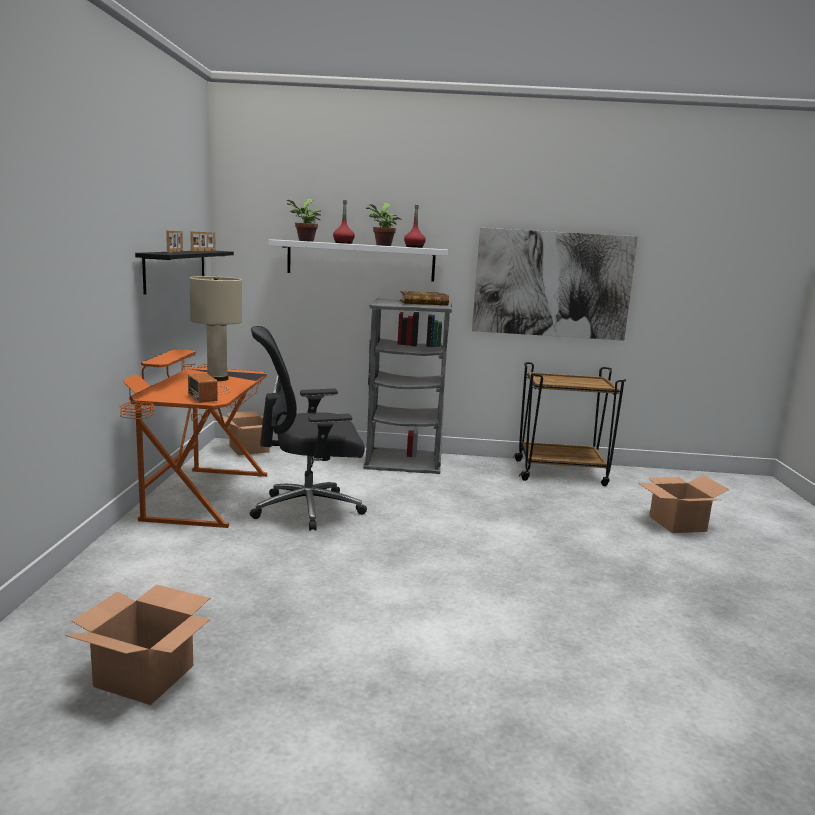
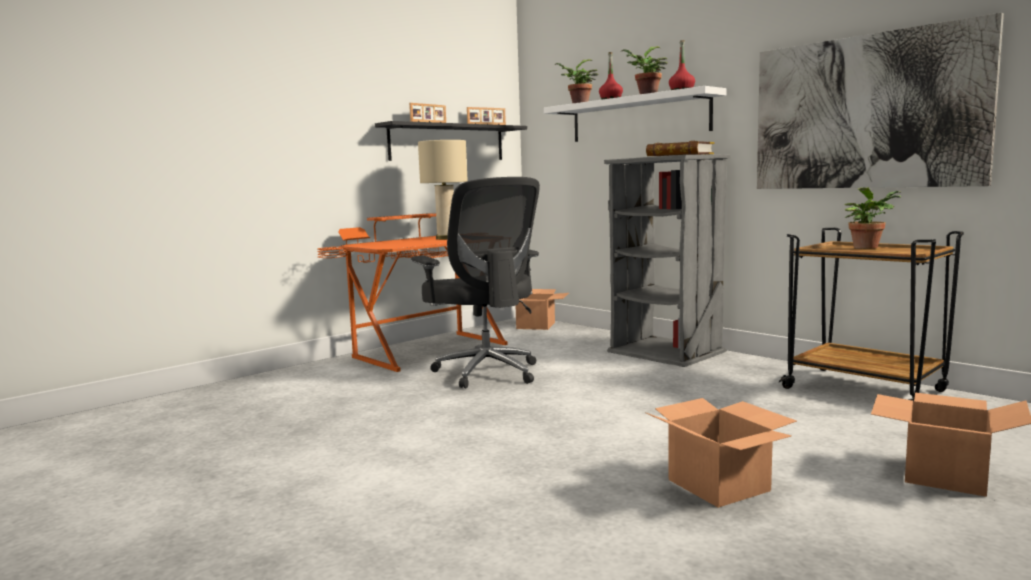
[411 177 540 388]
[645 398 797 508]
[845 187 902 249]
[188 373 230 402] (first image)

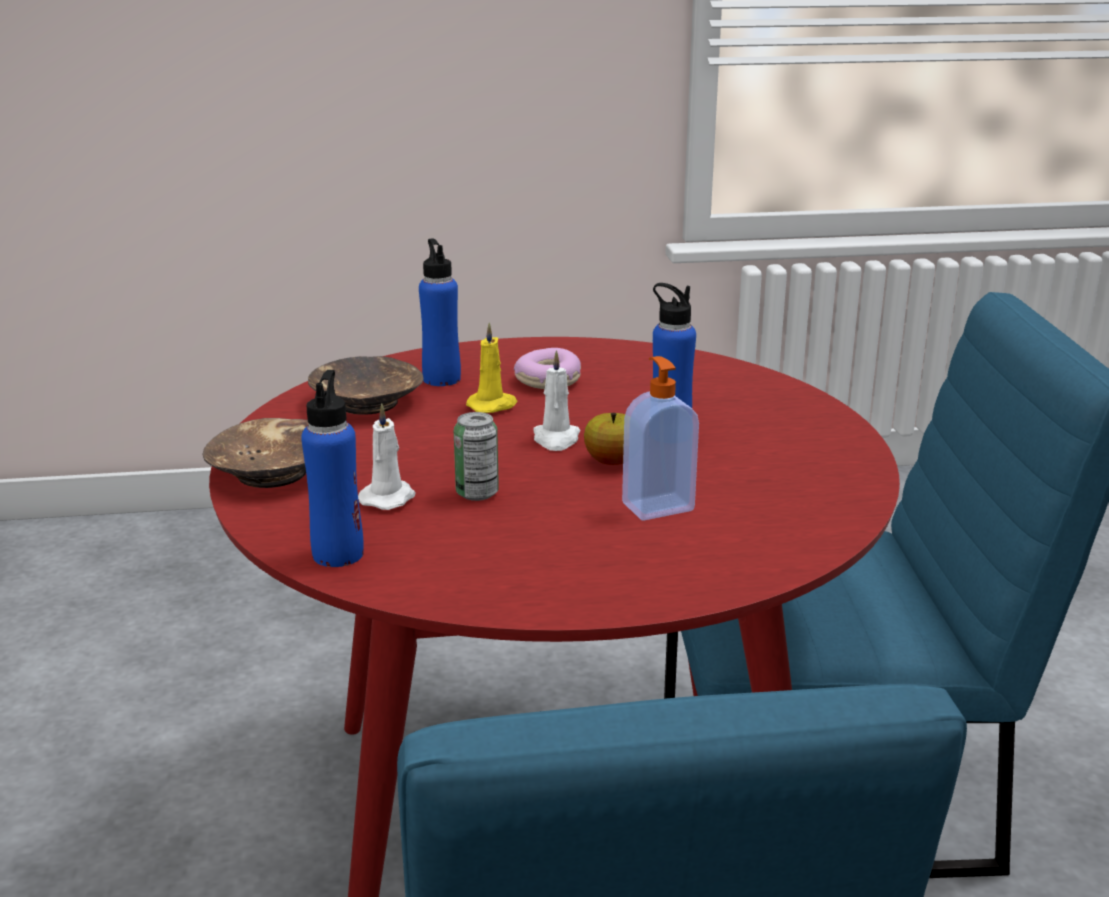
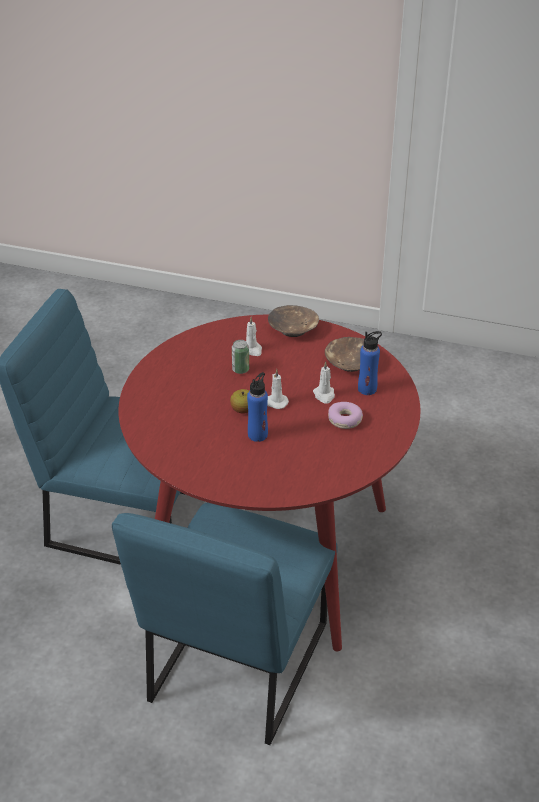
[313 361 335 404]
[301 370 364 567] (first image)
[622 356 699 521] (first image)

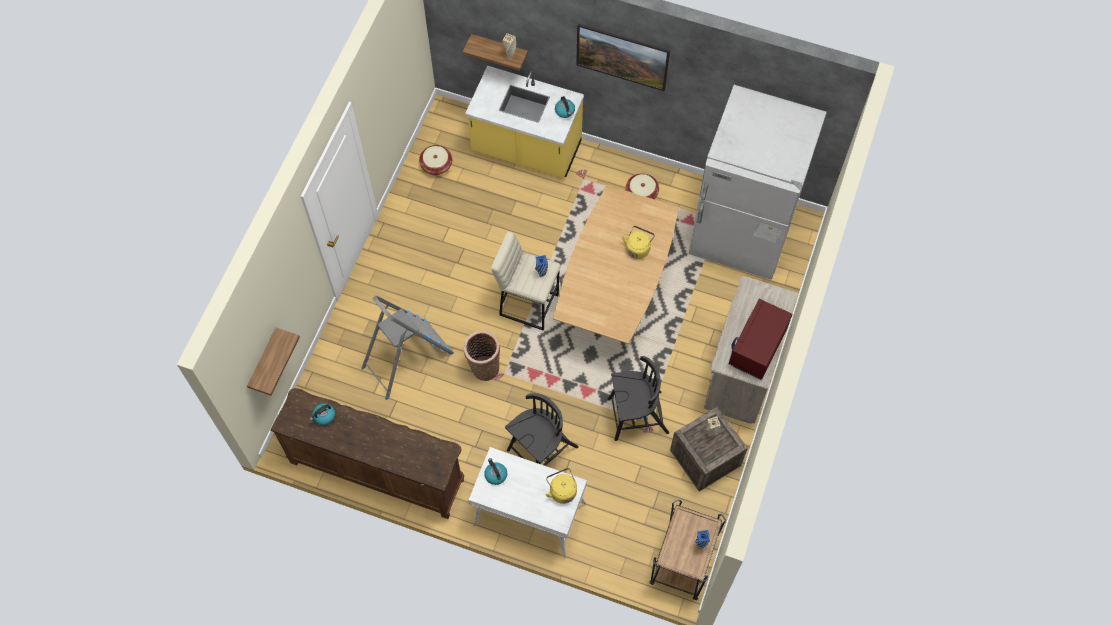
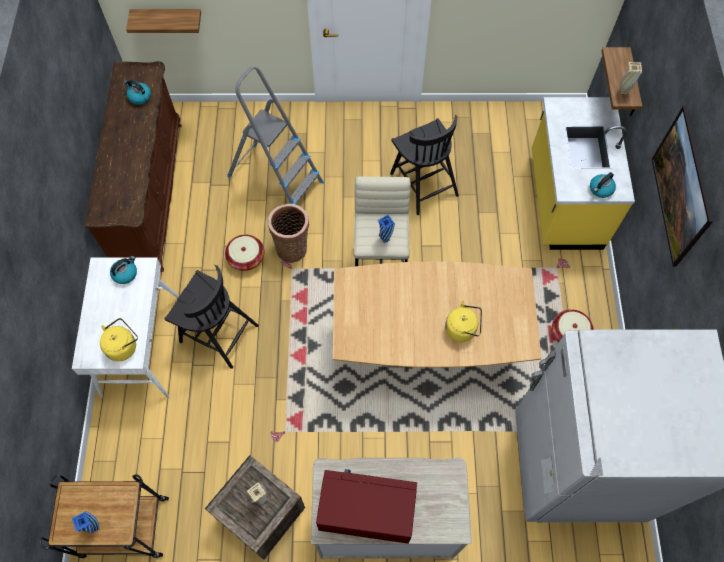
[225 235 264 271]
[390 114 459 215]

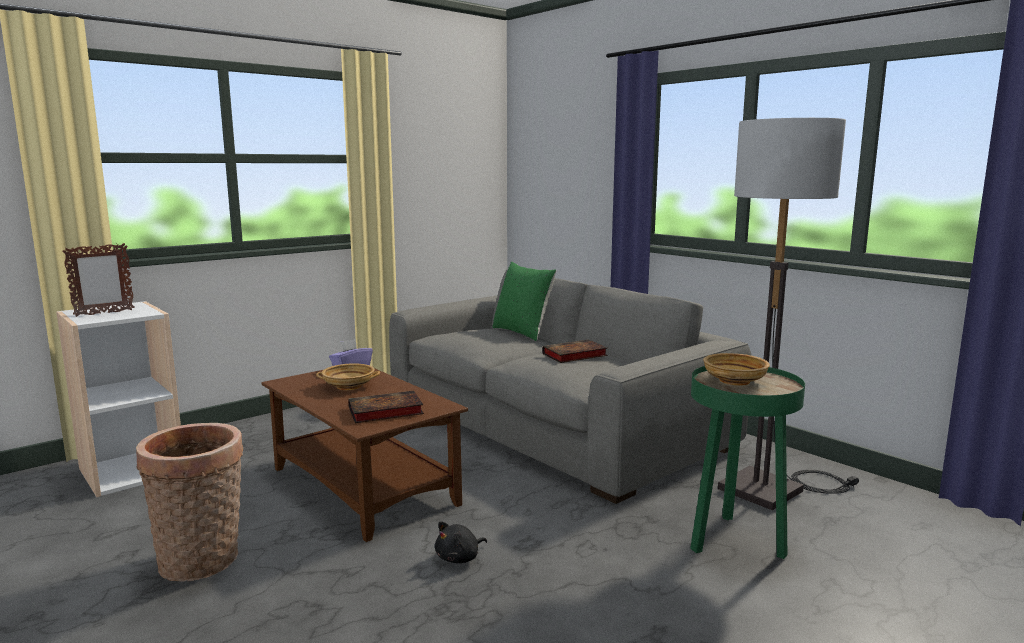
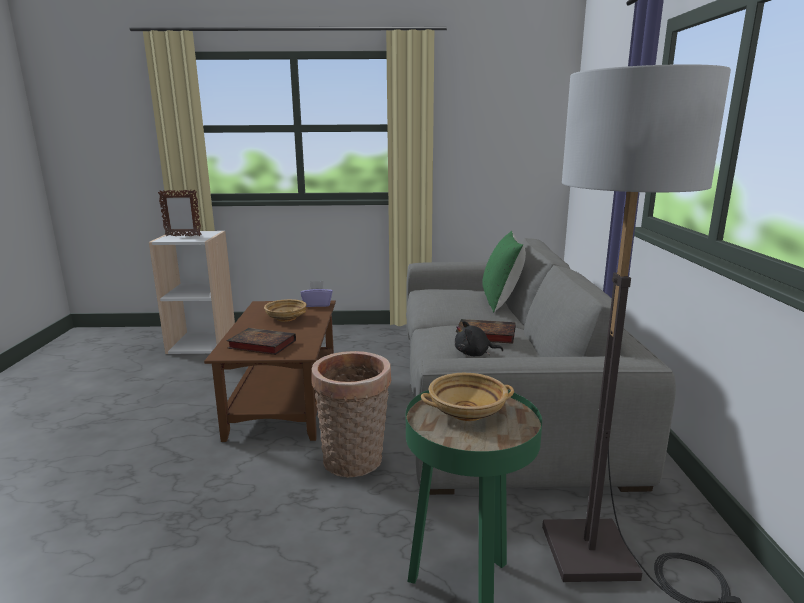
[311 351 391 477]
[455 321 503 356]

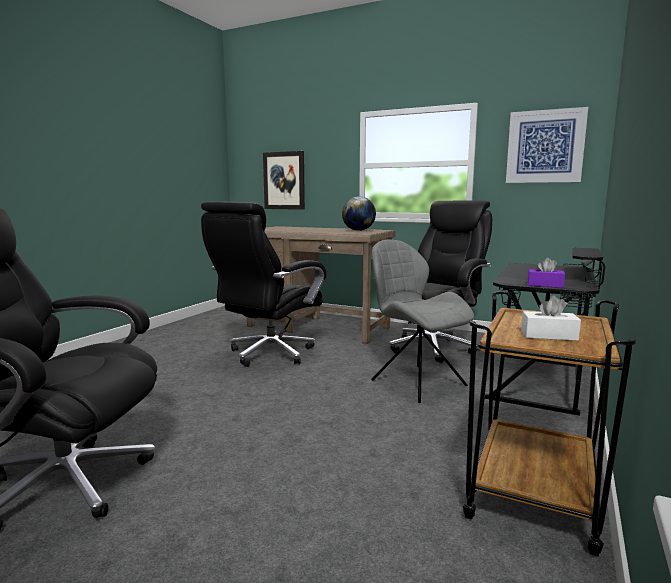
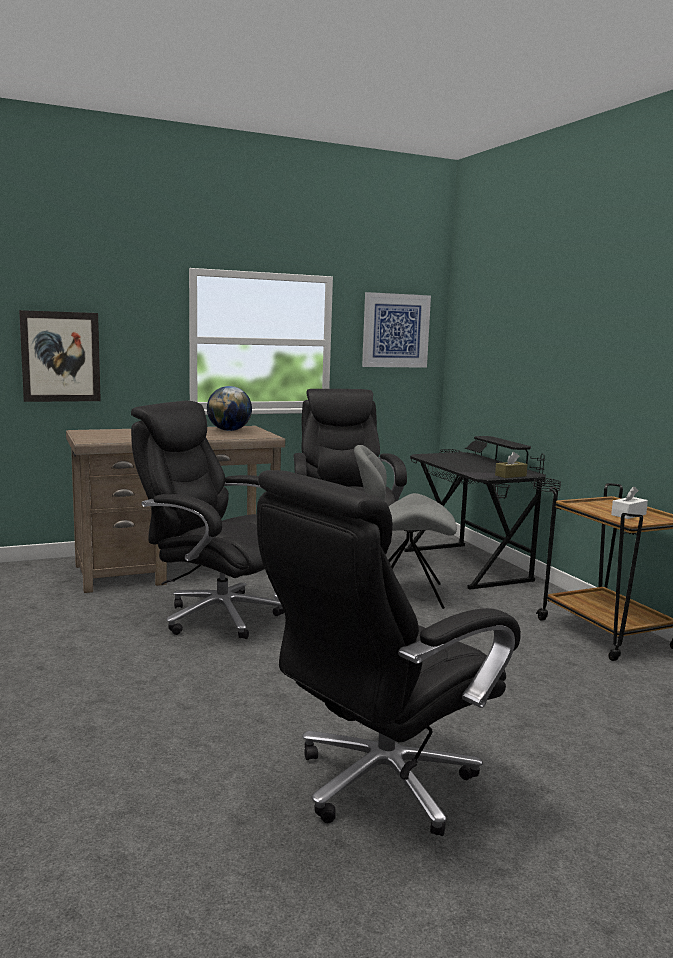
[131 400 284 639]
[495 452 528 478]

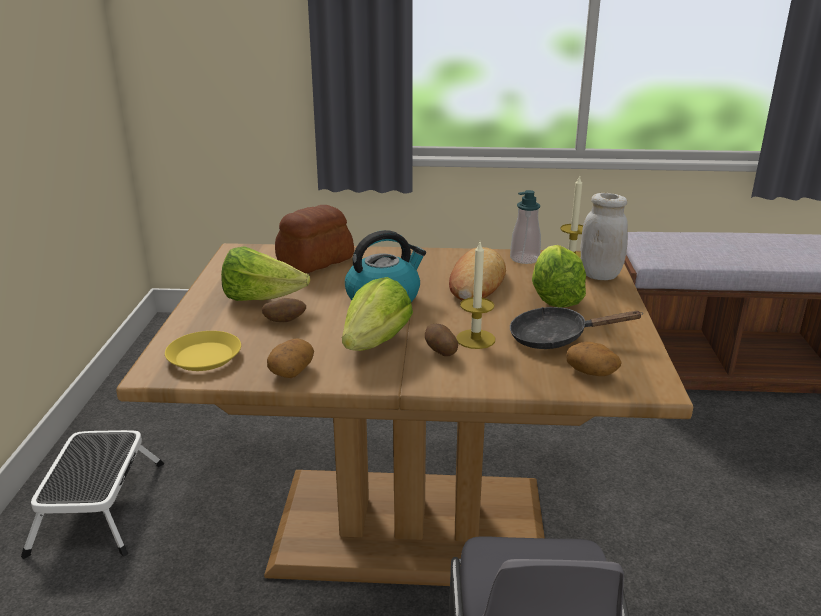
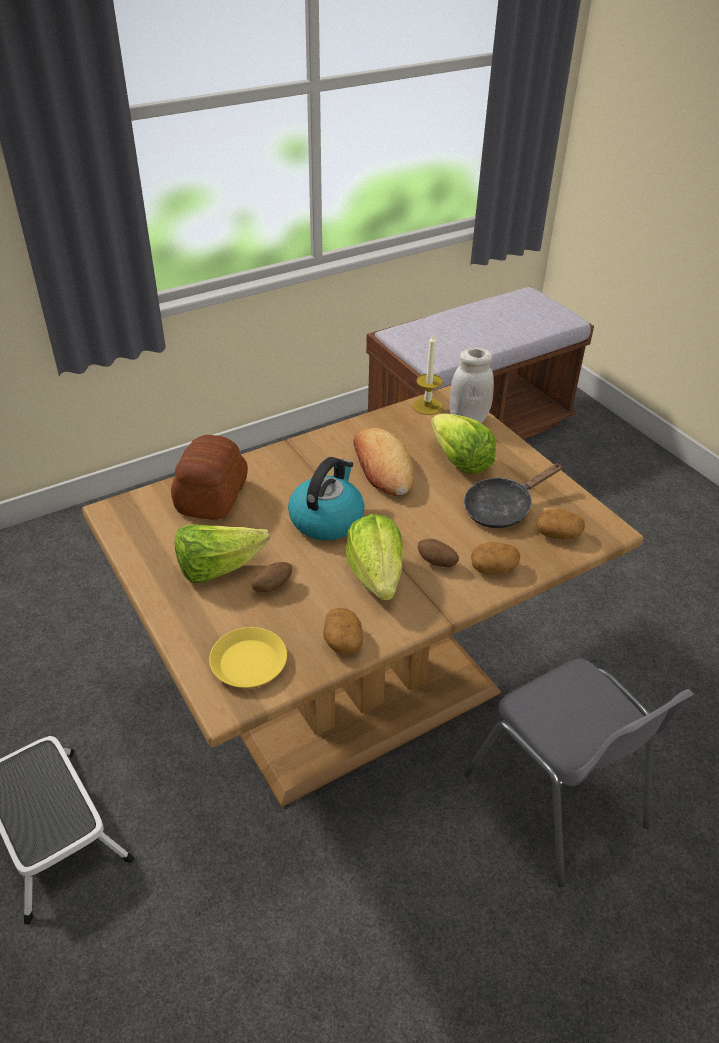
[471 542 520 574]
[456 242 495 349] (first image)
[510 190 541 264] (first image)

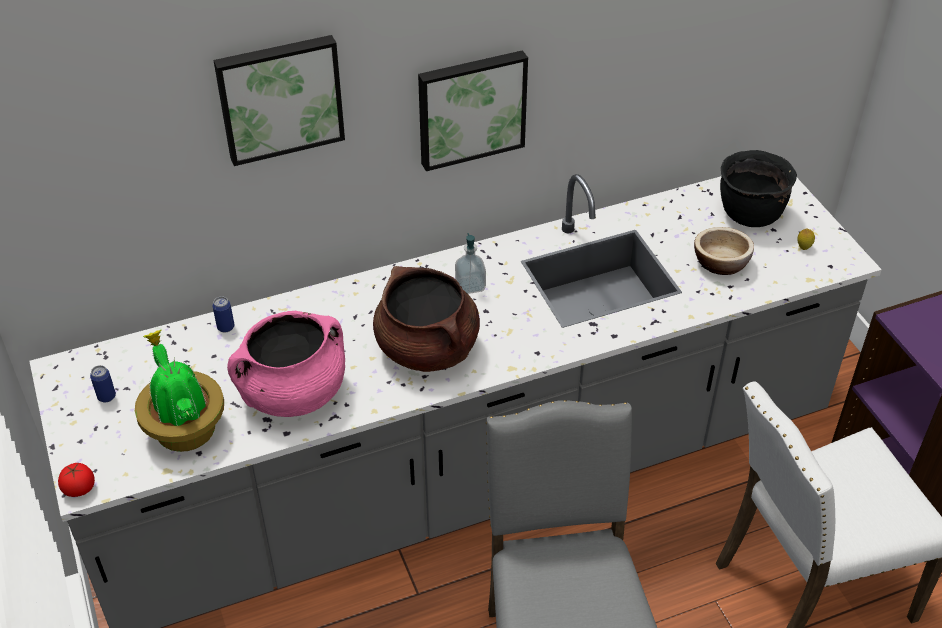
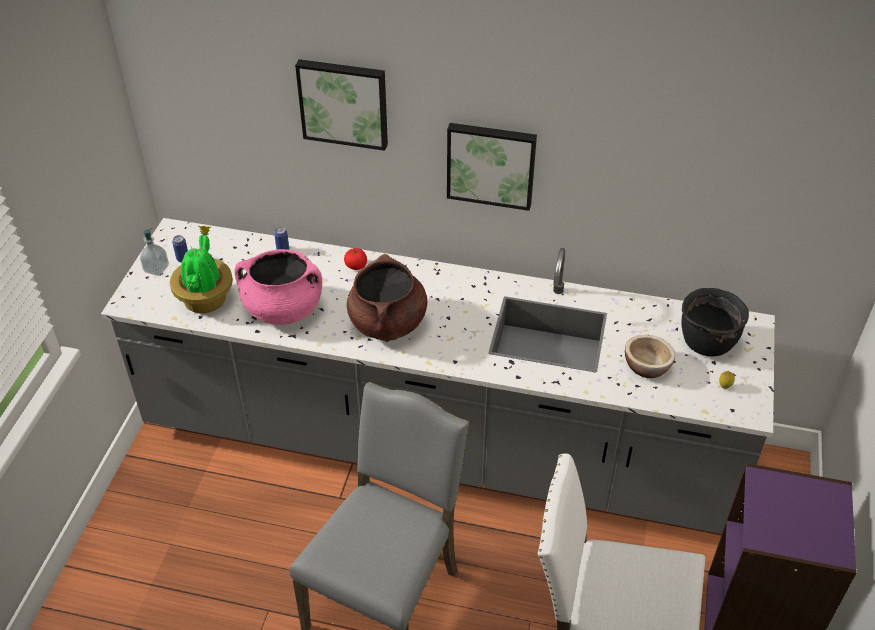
[140 228 169 276]
[344 248 367 270]

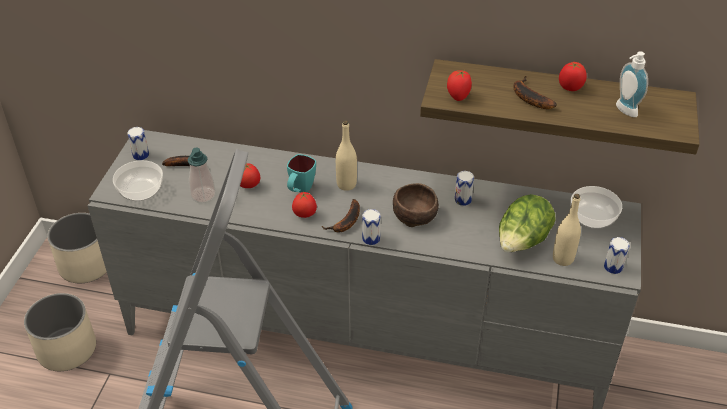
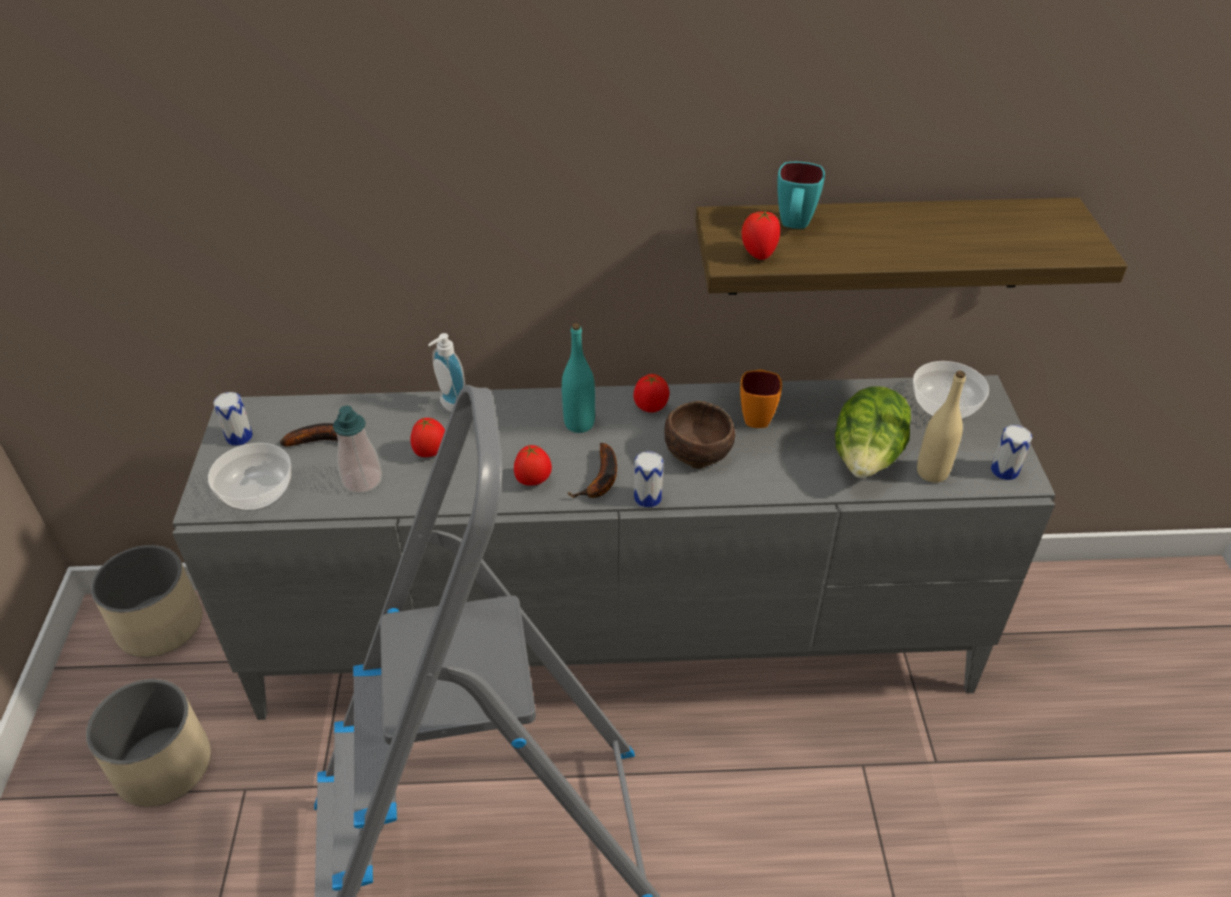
[428 333 465 412]
[562 323 595 433]
[633 374 670 413]
[740 369 782 428]
[777 162 825 229]
[514 76 557 109] (first image)

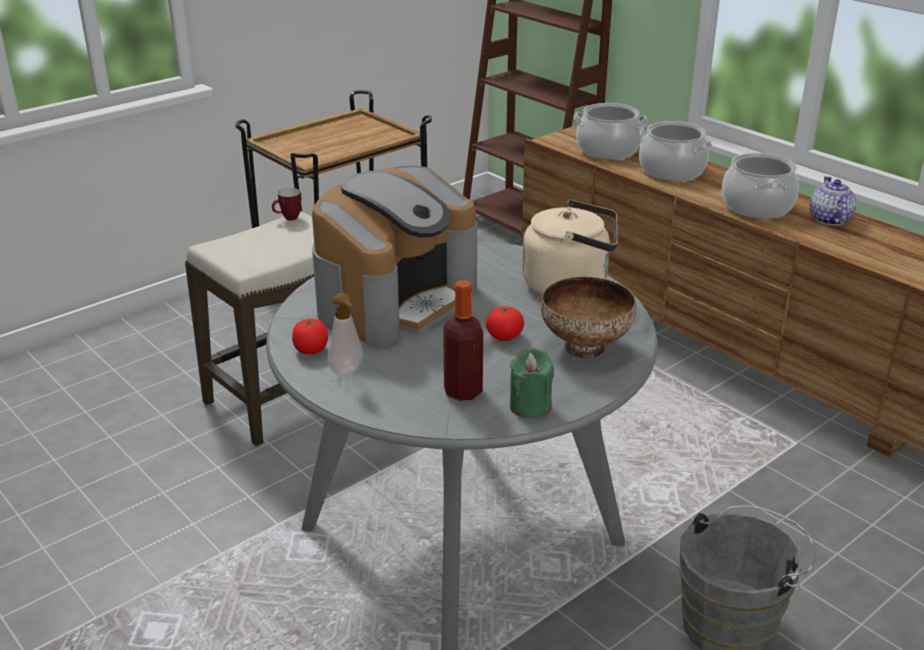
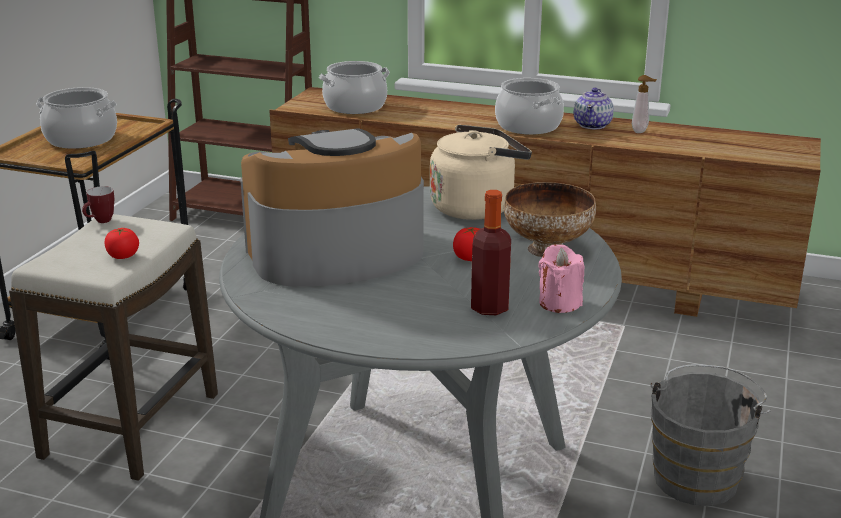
[36 87 117 149]
[105 228 139 259]
[240 128 424 286]
[538 244 584 313]
[573 88 614 129]
[632 75 657 133]

